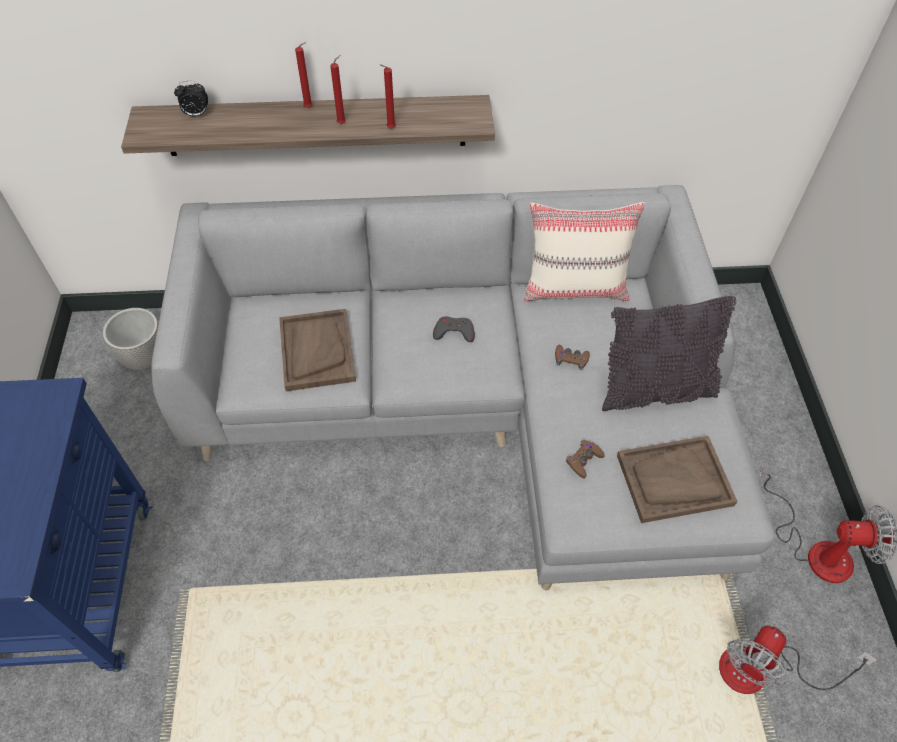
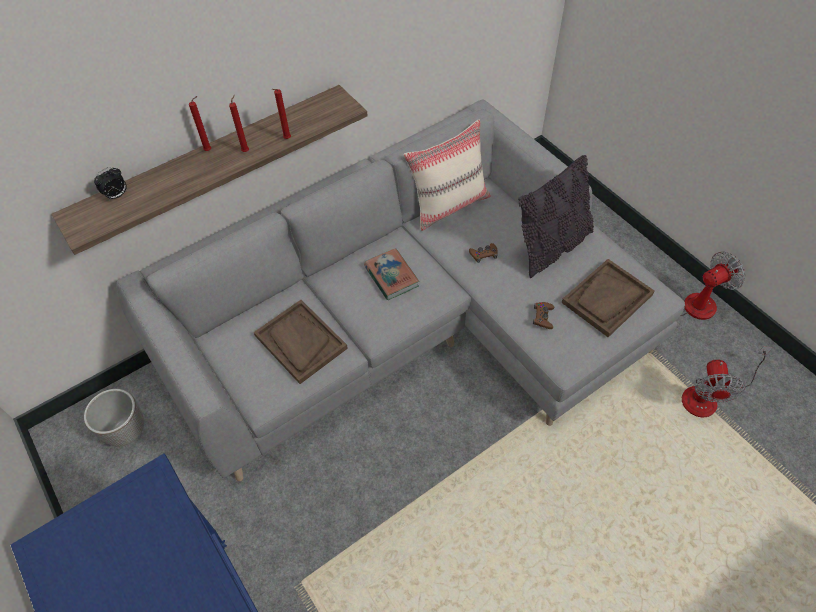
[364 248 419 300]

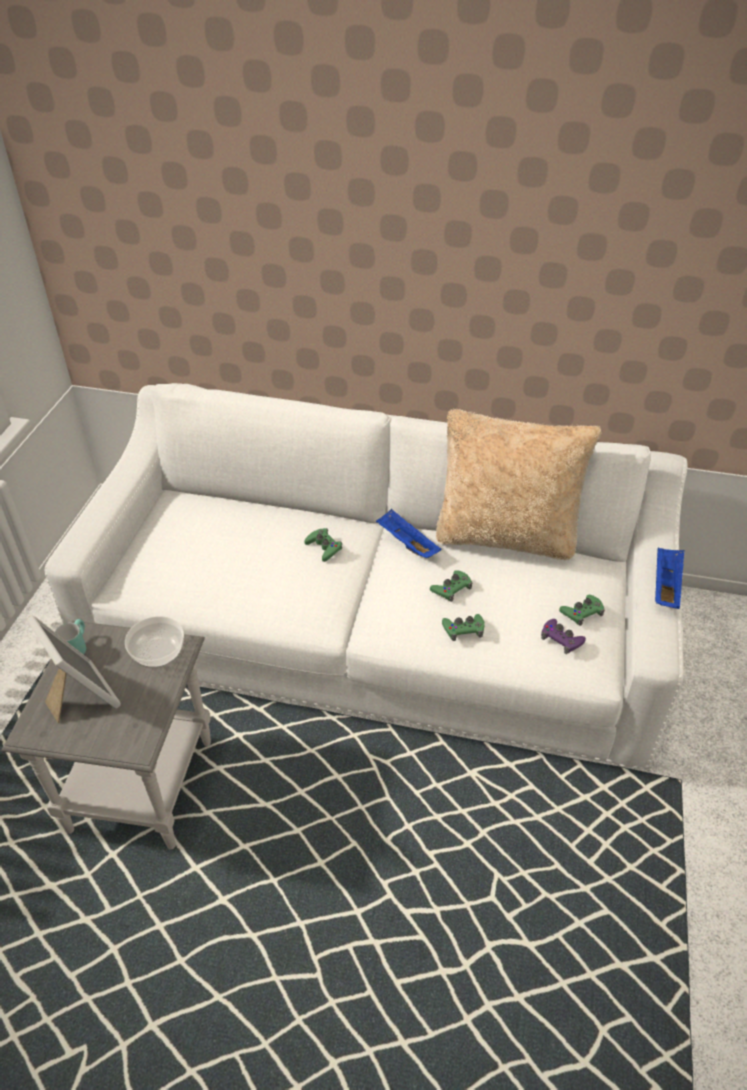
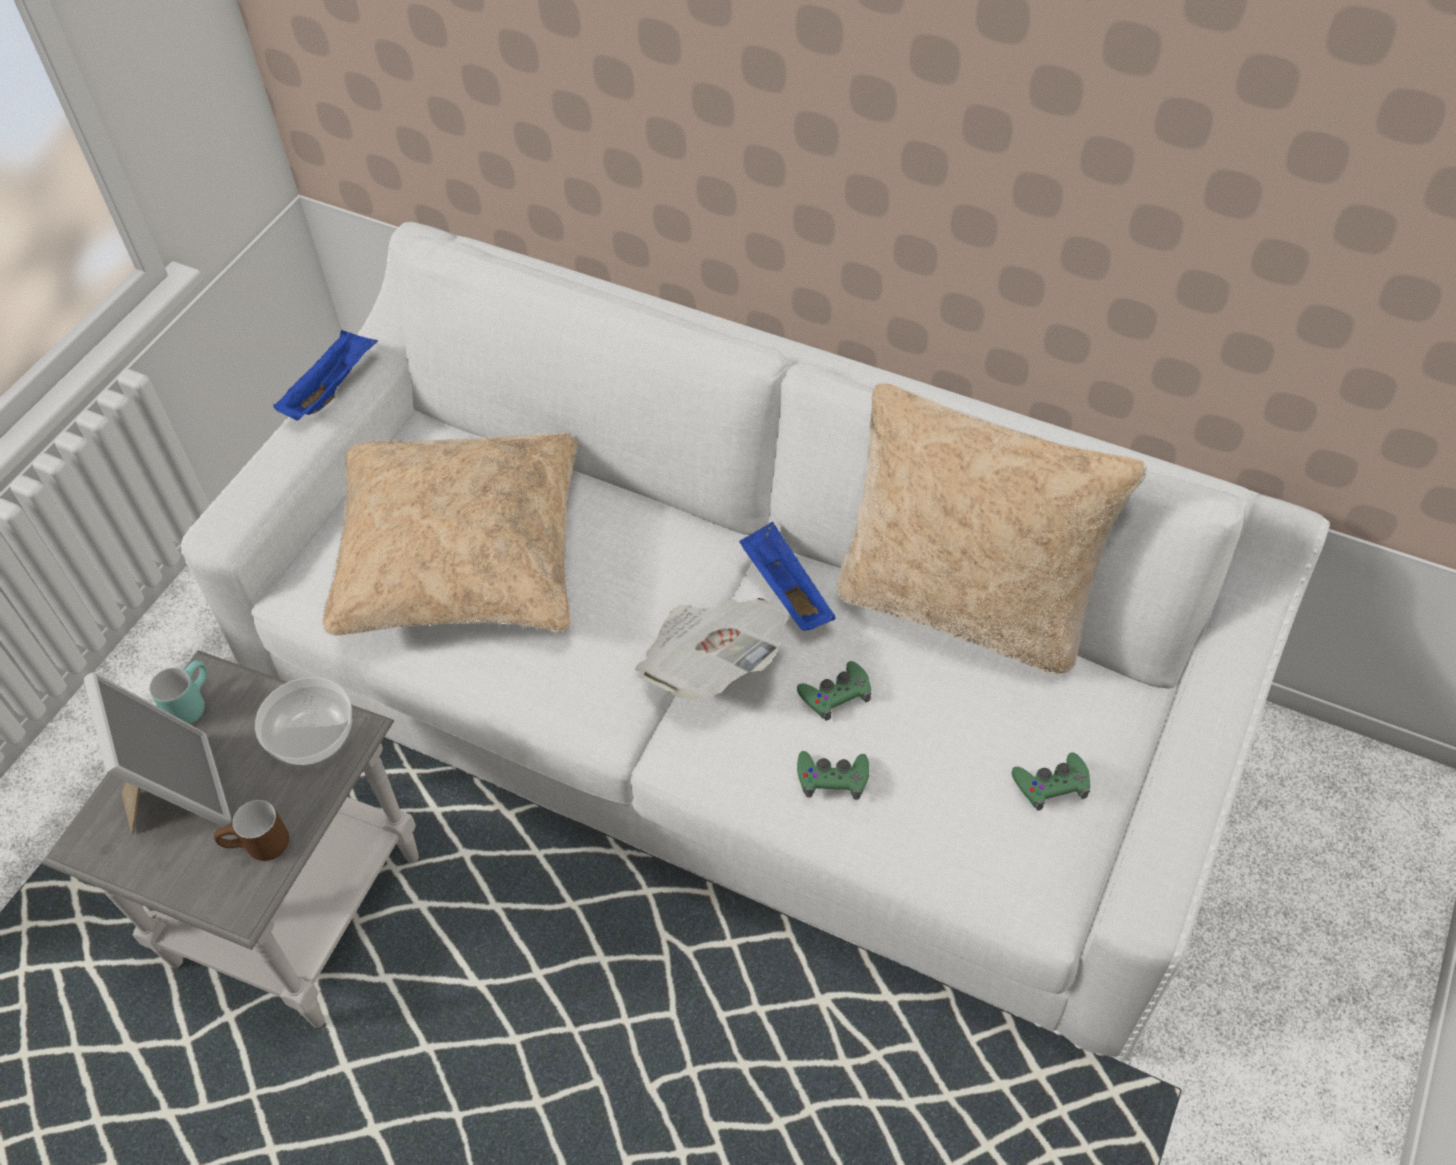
[214 800 289 861]
[273 330 378 421]
[322 432 579 637]
[635 598 789 699]
[304 528 342 562] (first image)
[541 619 586 654] (first image)

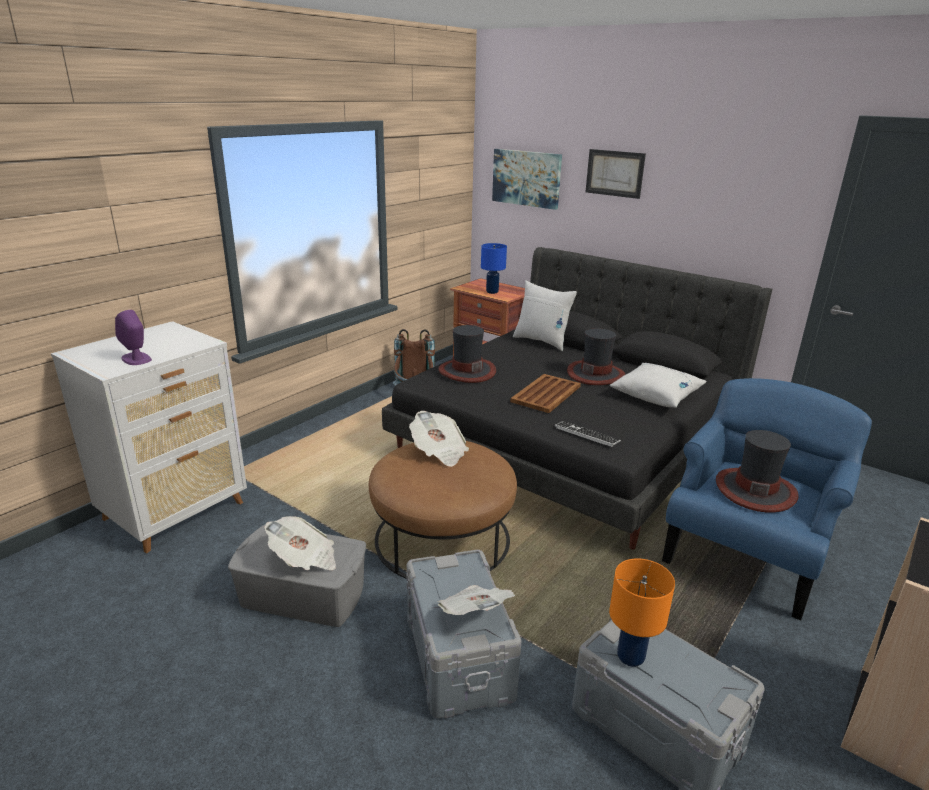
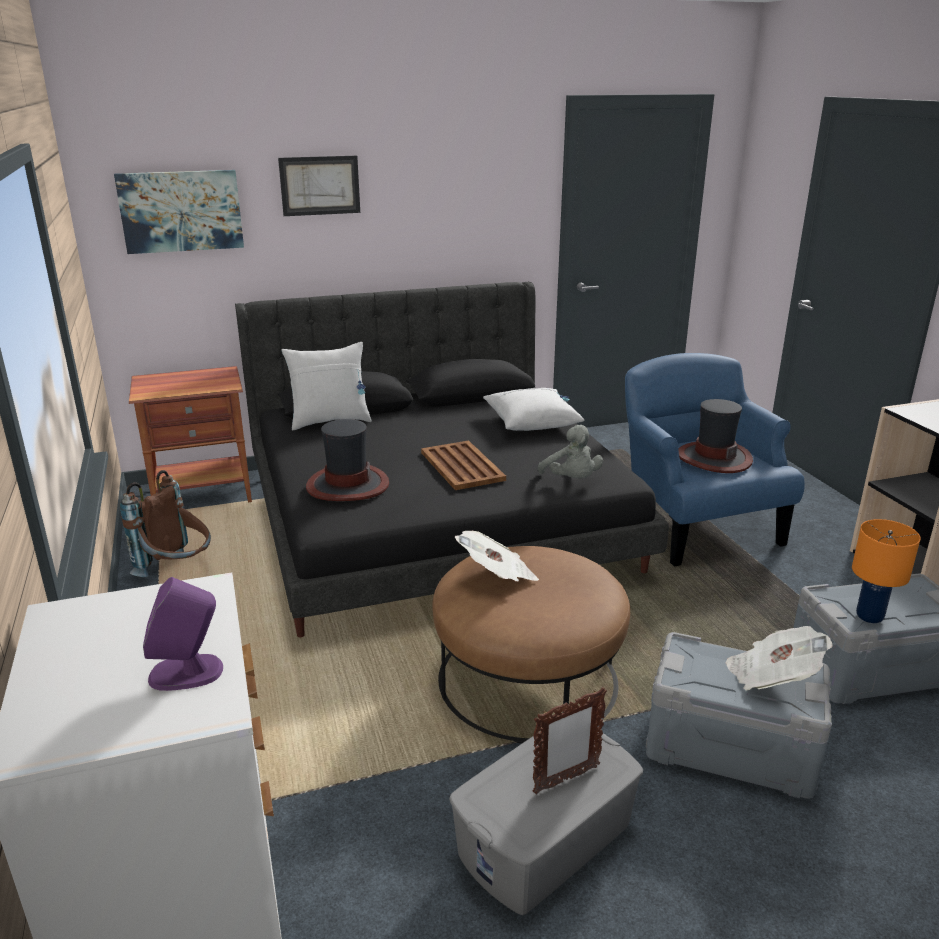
[533 687 607 794]
[538 425 603 479]
[481 243 507 294] (first image)
[567 328 625 385] (first image)

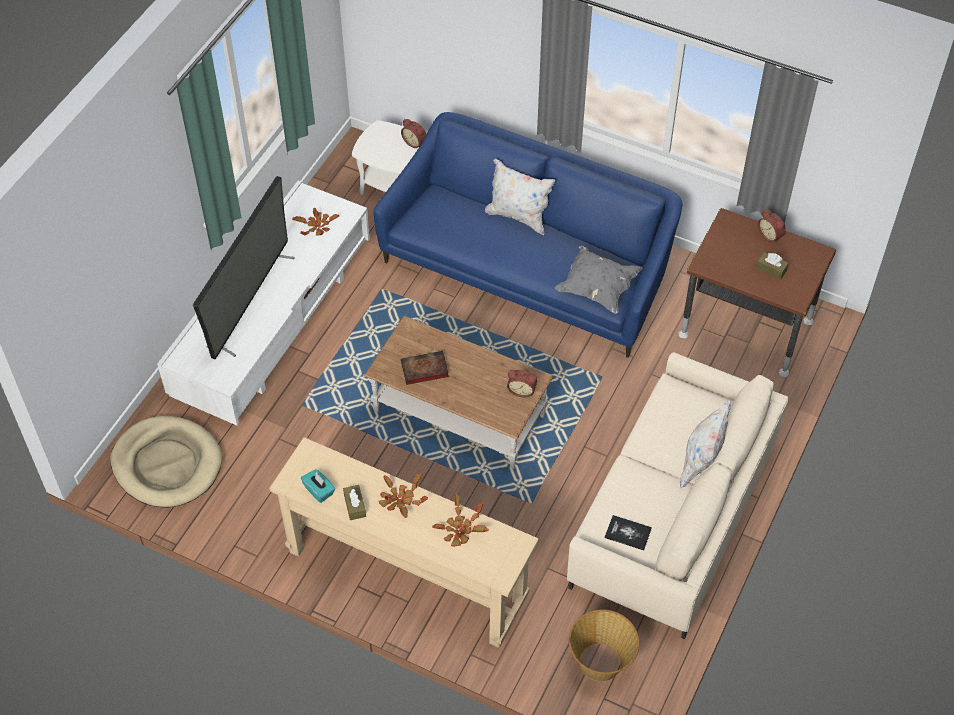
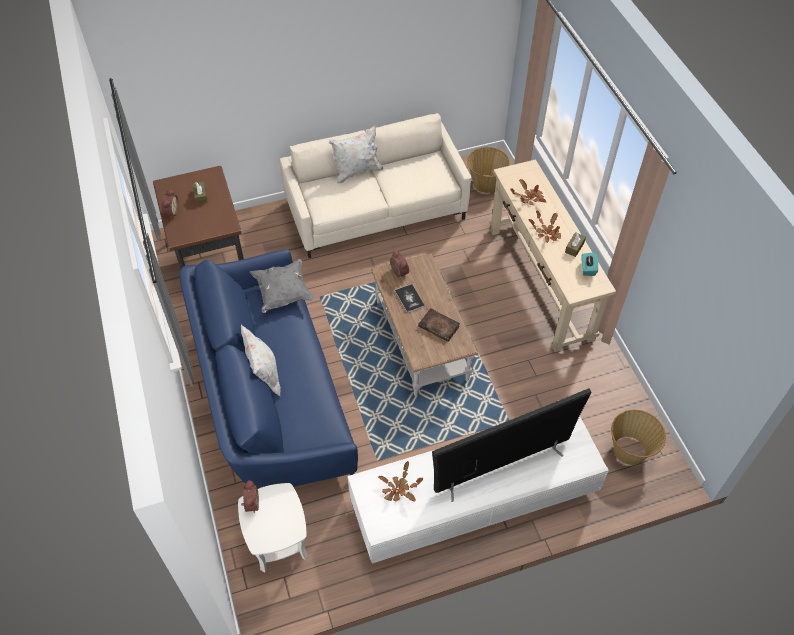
[395 284 425 313]
[611 410 666 465]

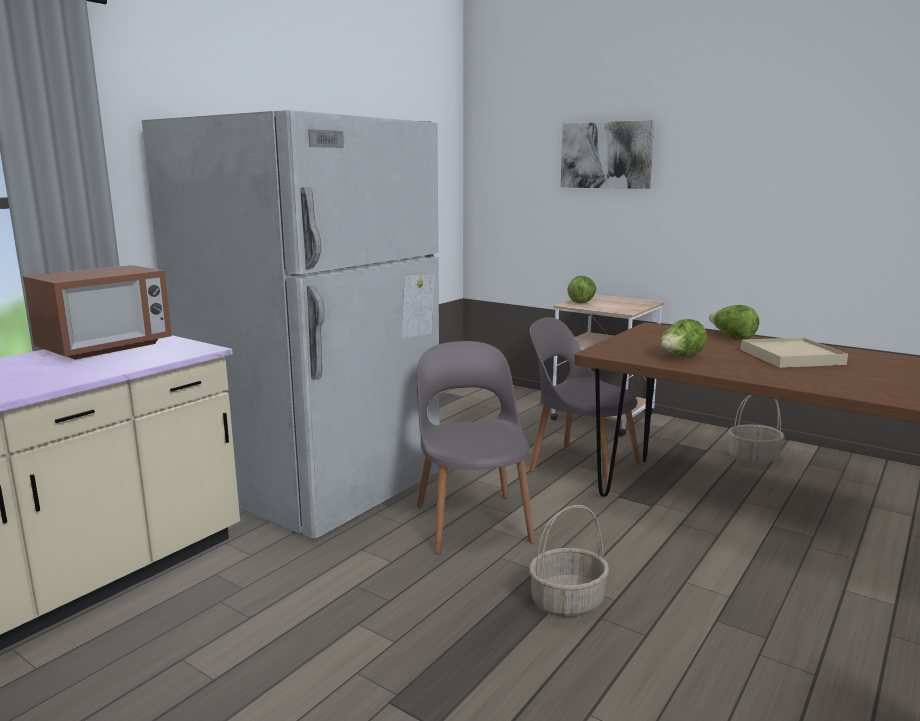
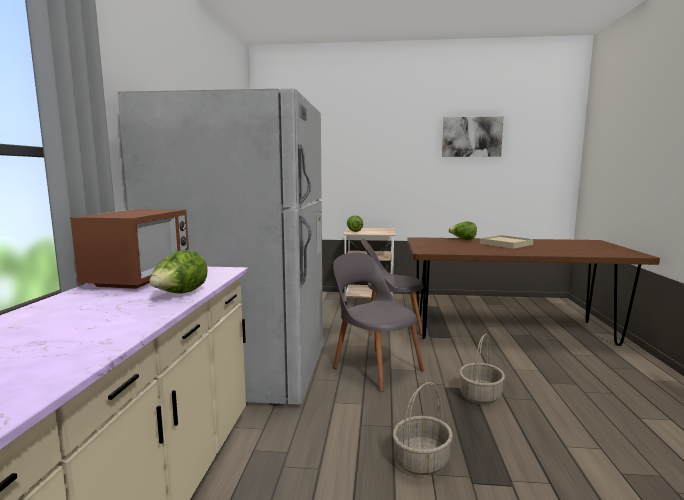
[150 250 208 294]
[393 382 453 475]
[442 116 504 157]

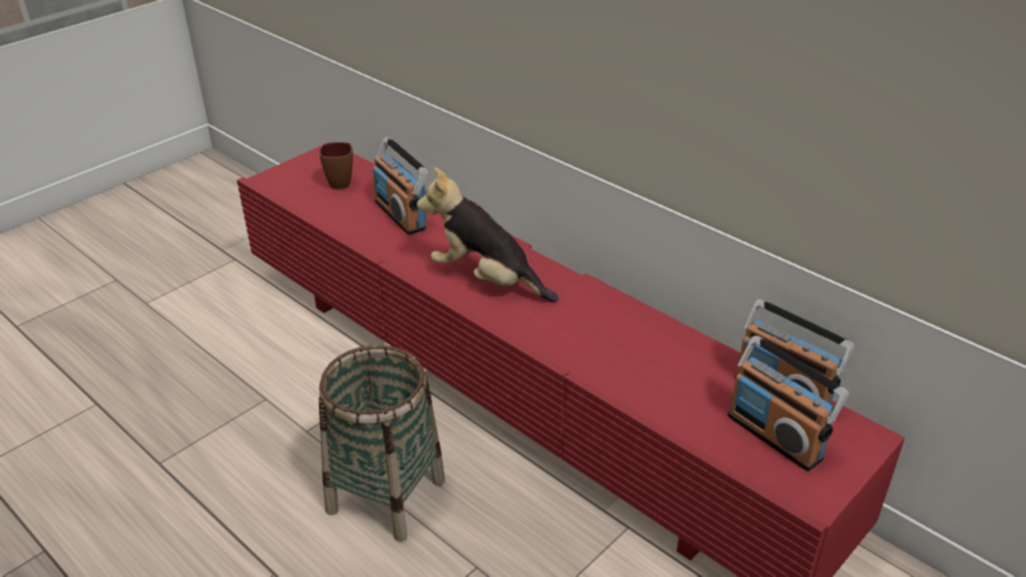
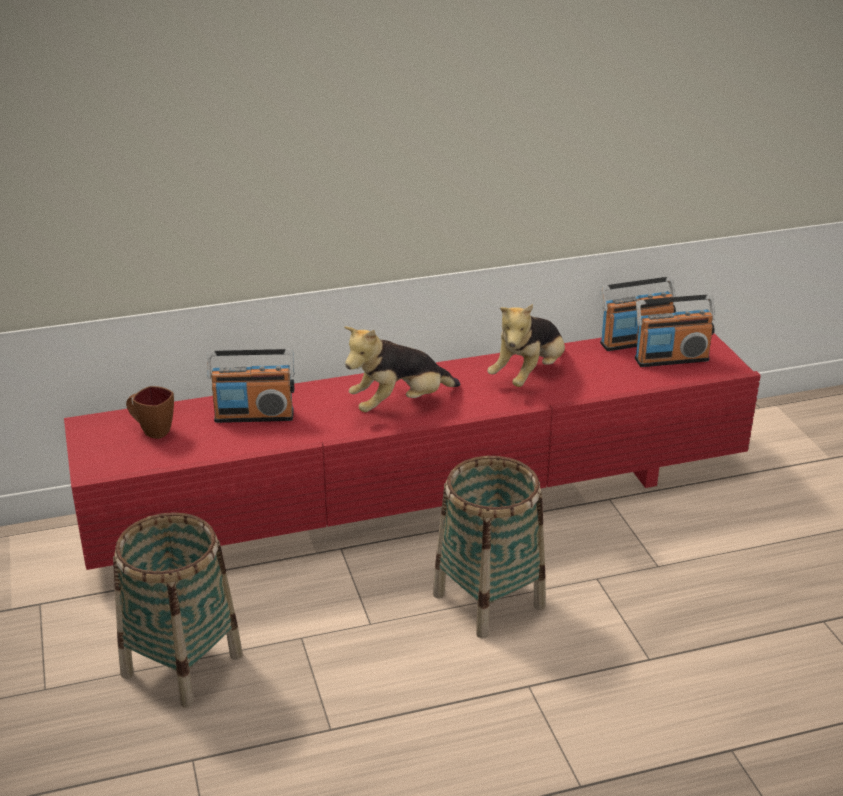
[113 512 243 708]
[487 304 565 387]

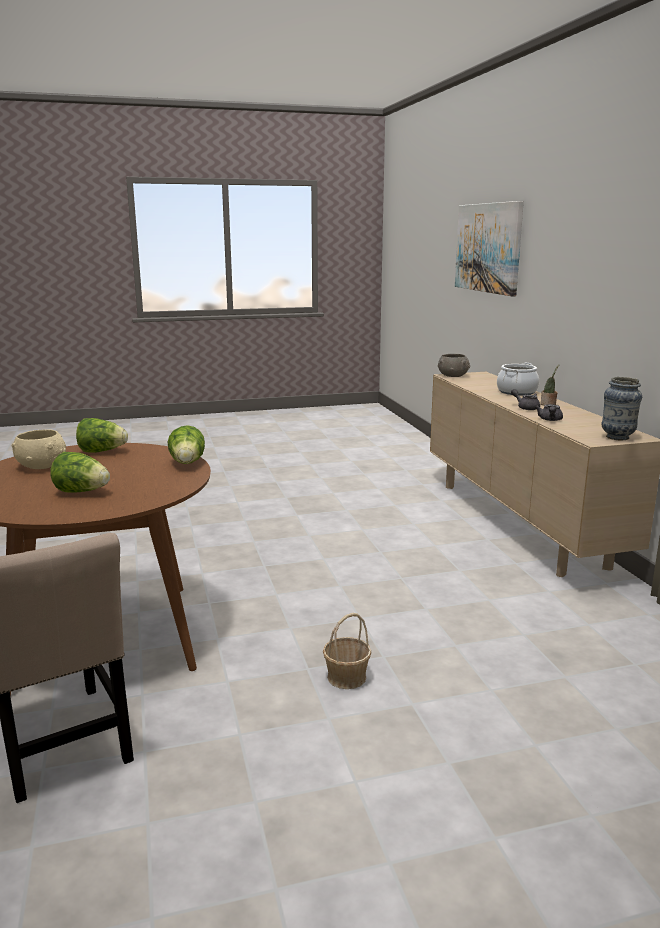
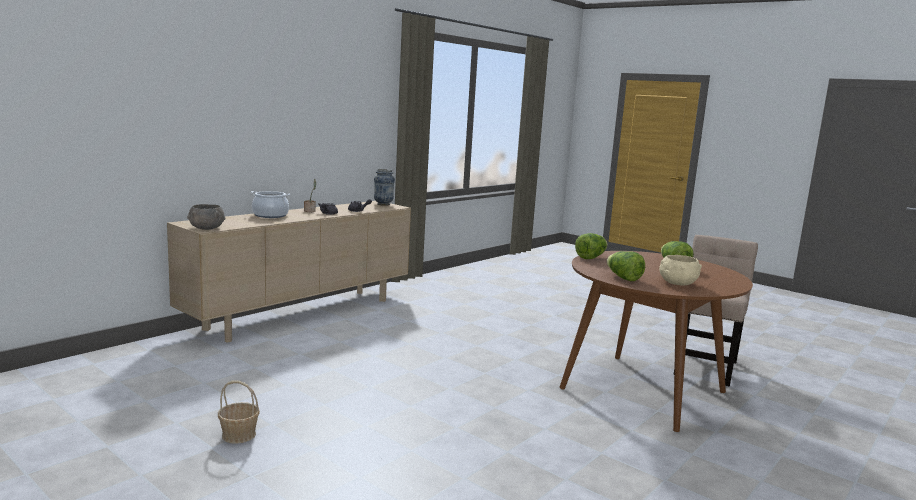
[218 381 260 444]
[455 201 524 296] (first image)

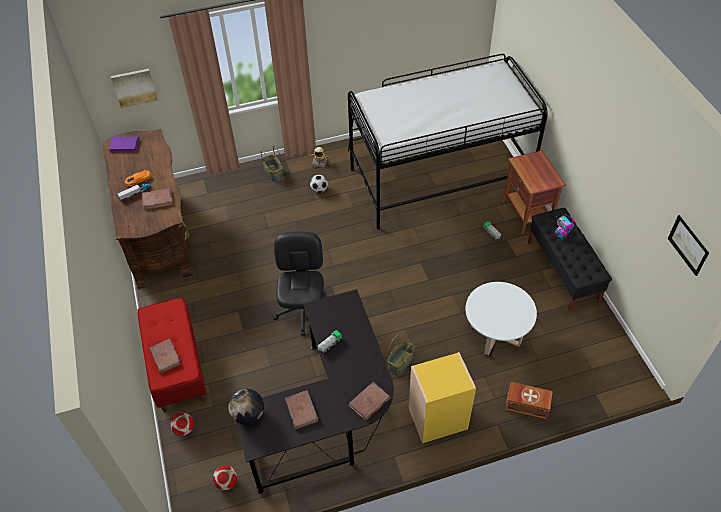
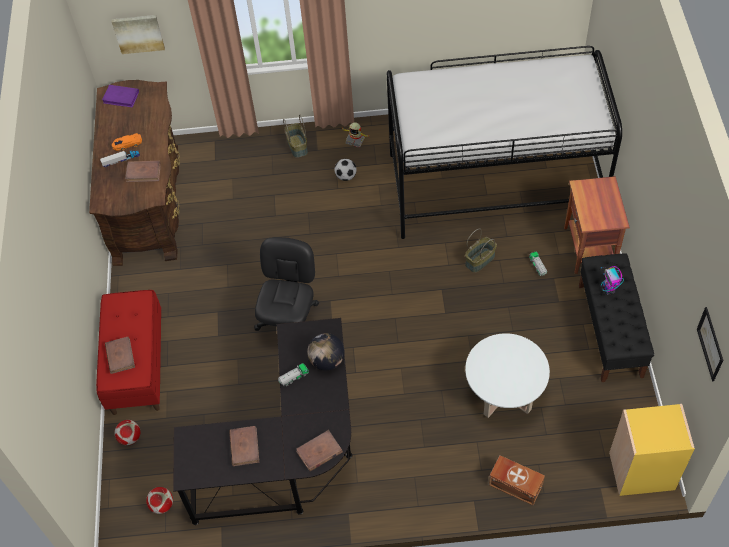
[307 333 345 371]
[465 228 497 273]
[609 404 695 496]

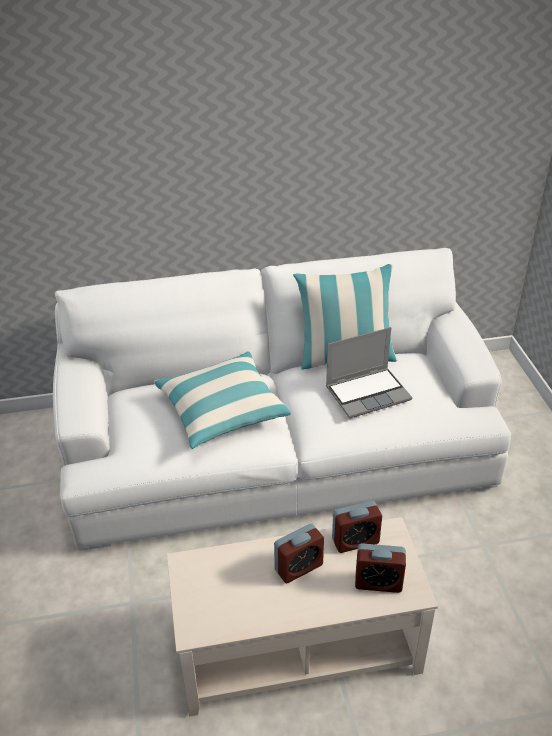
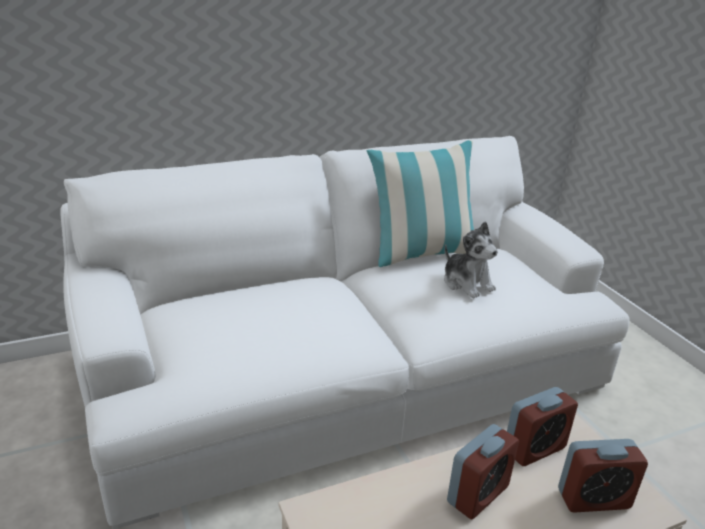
[444 221 498 298]
[154 351 291 449] (first image)

